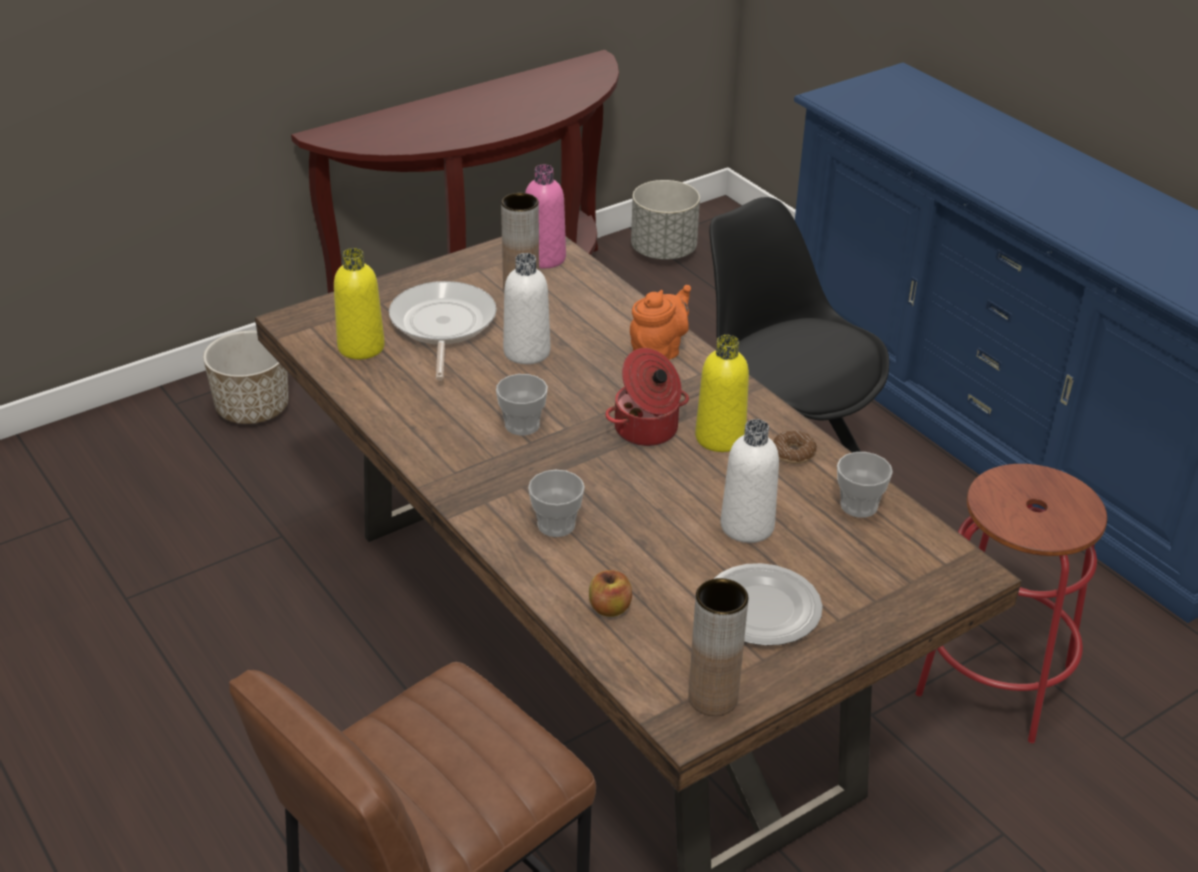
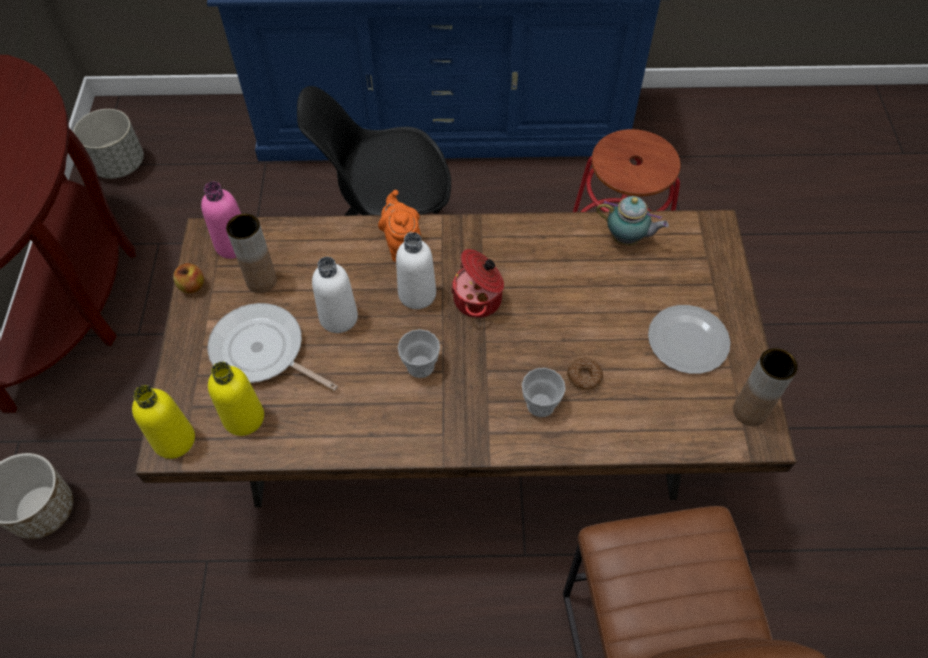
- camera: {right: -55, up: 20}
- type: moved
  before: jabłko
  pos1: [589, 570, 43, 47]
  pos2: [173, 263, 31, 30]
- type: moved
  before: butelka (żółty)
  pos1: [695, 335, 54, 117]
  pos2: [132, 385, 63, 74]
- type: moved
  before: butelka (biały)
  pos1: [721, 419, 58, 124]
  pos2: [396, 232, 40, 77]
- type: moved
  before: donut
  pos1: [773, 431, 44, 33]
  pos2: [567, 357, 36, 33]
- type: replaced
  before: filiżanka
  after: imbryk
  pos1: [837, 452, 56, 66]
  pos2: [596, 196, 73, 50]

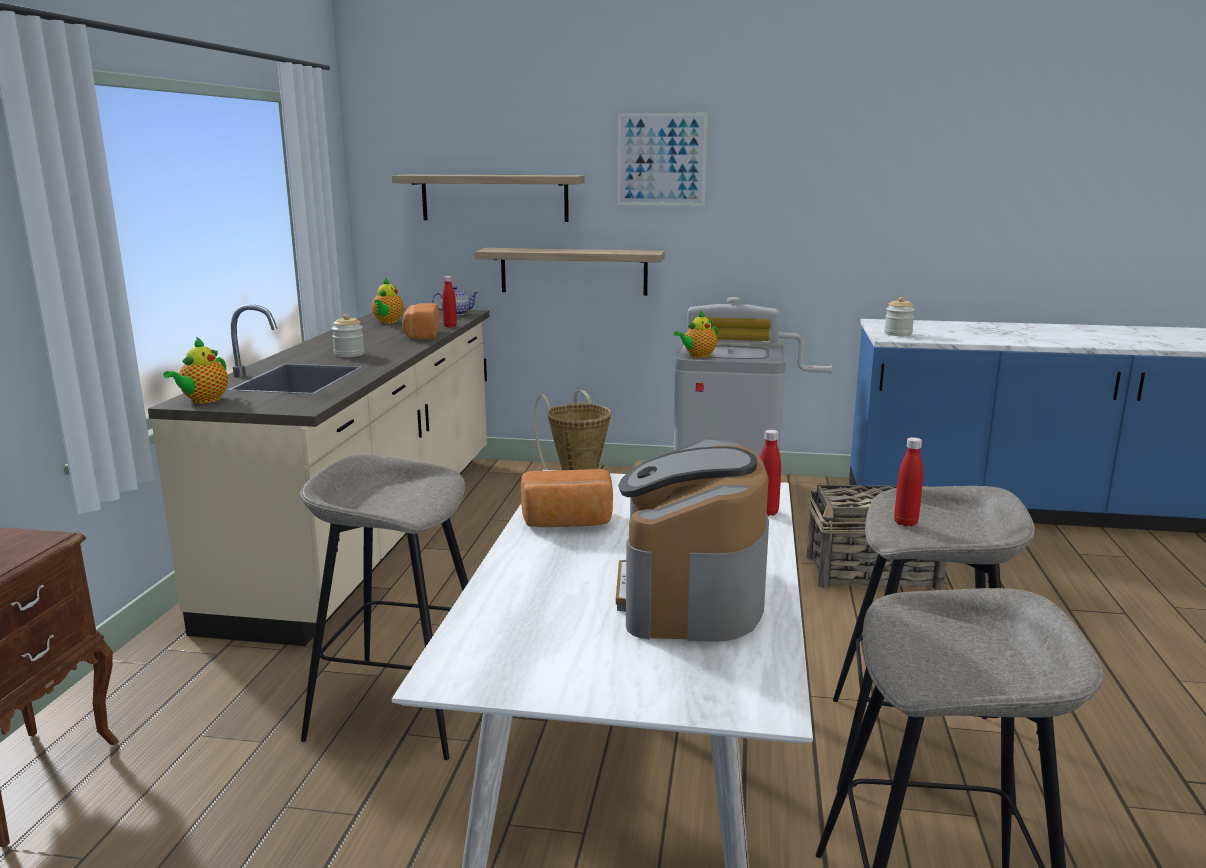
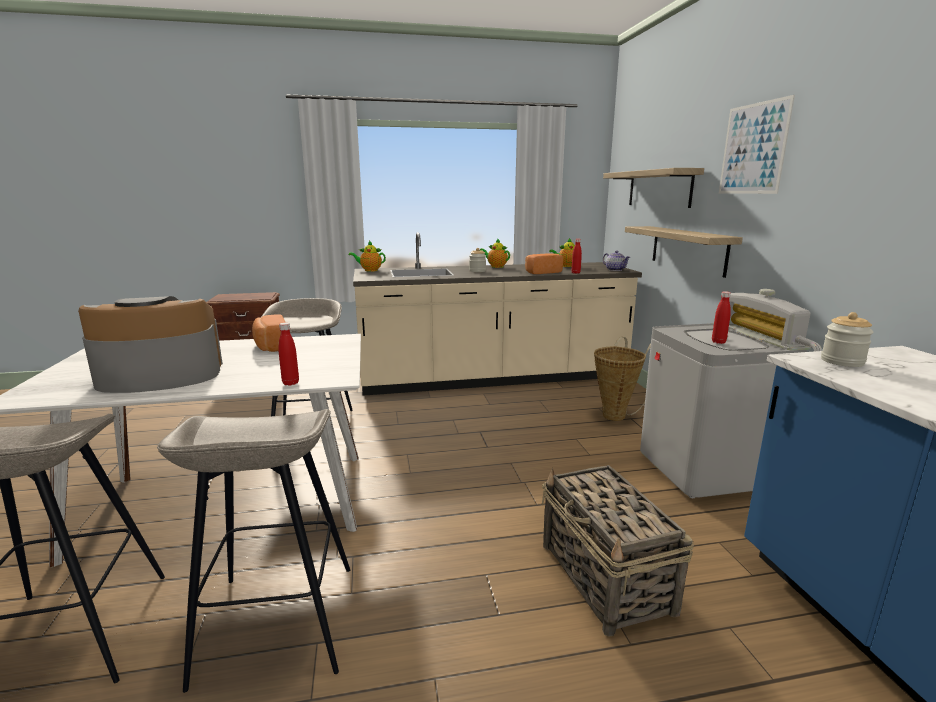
- camera: {right: 70, up: 0}
- type: moved
  before: imbryk
  pos1: [674, 311, 45, 47]
  pos2: [480, 238, 30, 30]
- type: moved
  before: butelka (czerwony)
  pos1: [894, 437, 29, 90]
  pos2: [712, 291, 19, 53]

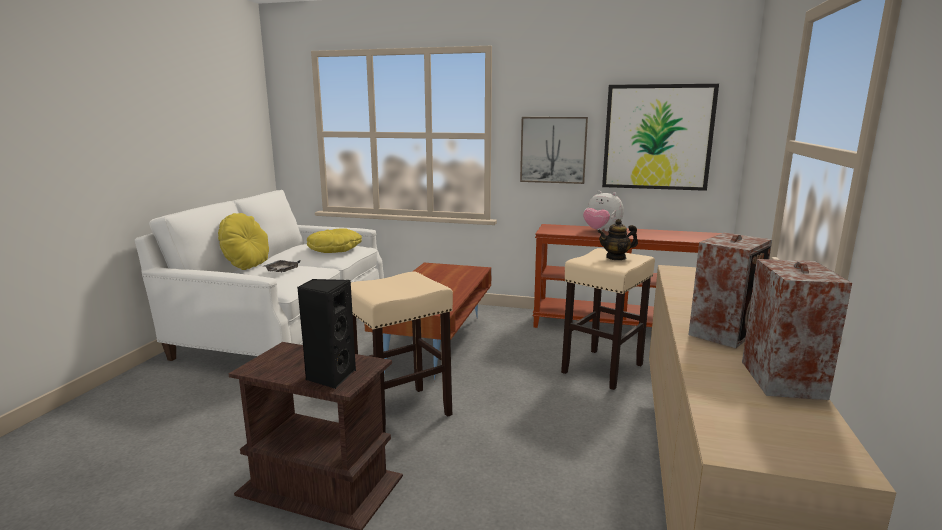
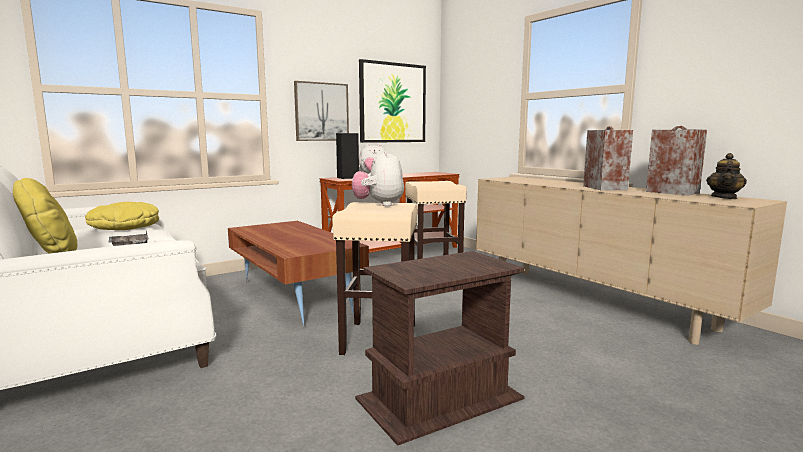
- camera: {right: -50, up: -5}
- type: moved
  before: głośnik (czarny)
  pos1: [297, 279, 59, 110]
  pos2: [336, 133, 23, 46]
- type: moved
  before: imbryk
  pos1: [598, 219, 40, 41]
  pos2: [706, 153, 41, 46]
- type: added
  after: pluszak
  pos2: [352, 151, 52, 55]

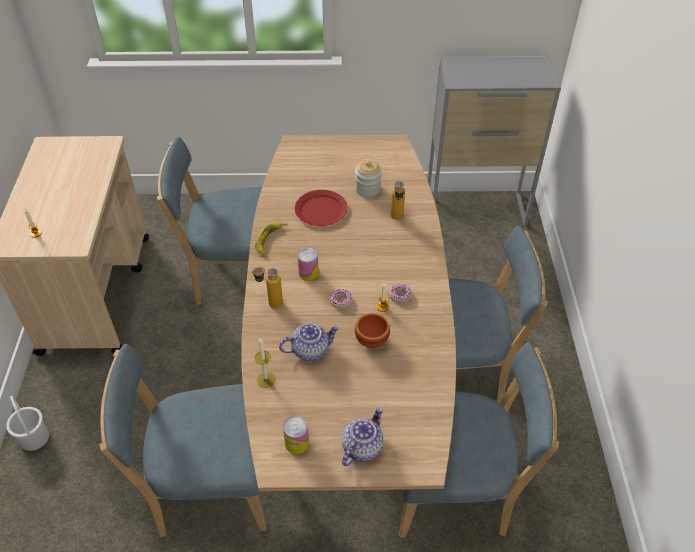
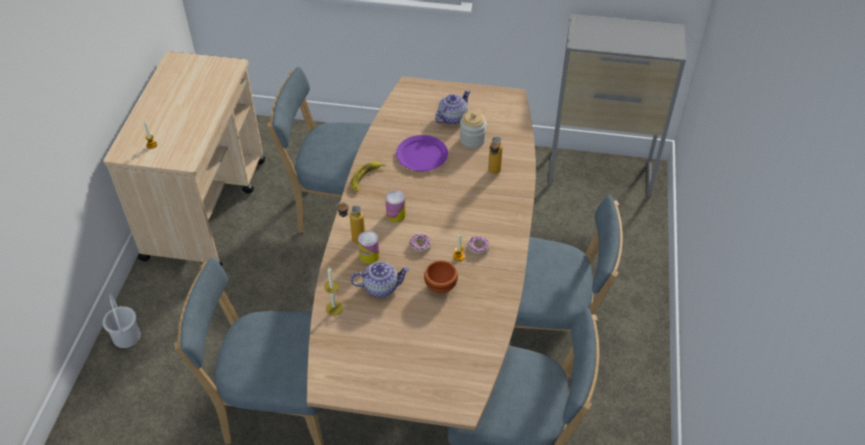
- camera: {right: 10, up: 0}
- type: moved
  before: puszka
  pos1: [283, 416, 26, 38]
  pos2: [358, 231, 22, 33]
- type: recoloured
  before: talerz (czerwony)
  after: talerz (fioletowy)
  pos1: [295, 190, 53, 36]
  pos2: [396, 135, 52, 36]
- type: moved
  before: imbryk
  pos1: [342, 407, 42, 59]
  pos2: [435, 90, 35, 35]

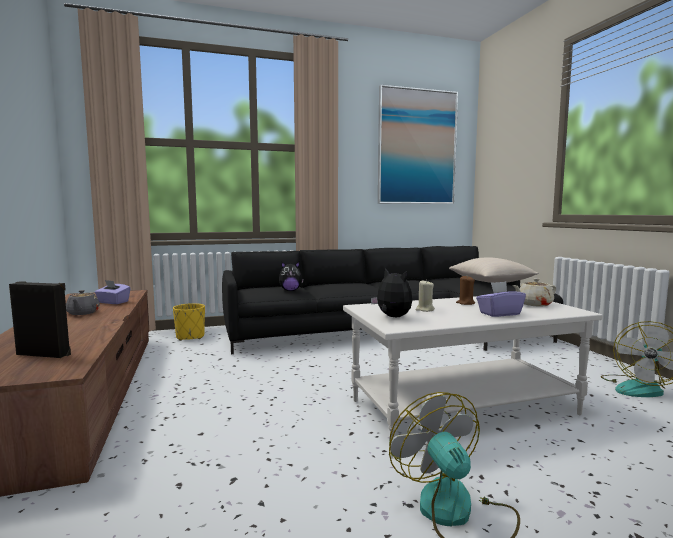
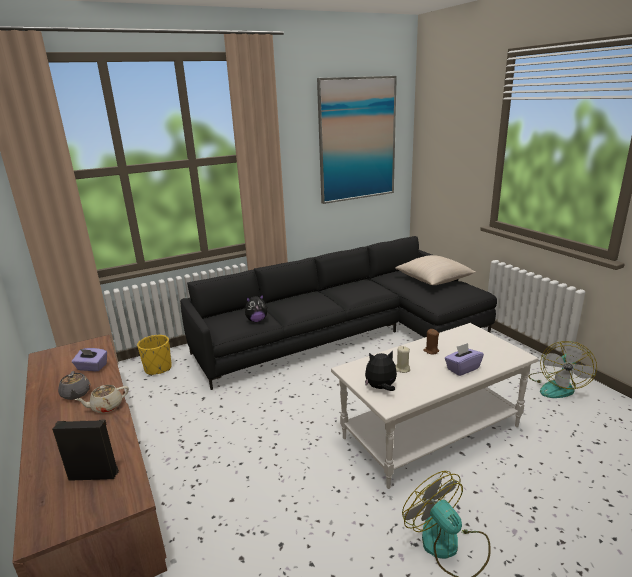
- camera: {right: -10, up: 15}
- type: turned
  before: pluszak
  pos1: [371, 268, 41, 49]
  pos2: [365, 351, 32, 40]
  turn: -45
- type: moved
  before: imbryk (beżowy)
  pos1: [513, 278, 43, 29]
  pos2: [75, 385, 54, 28]

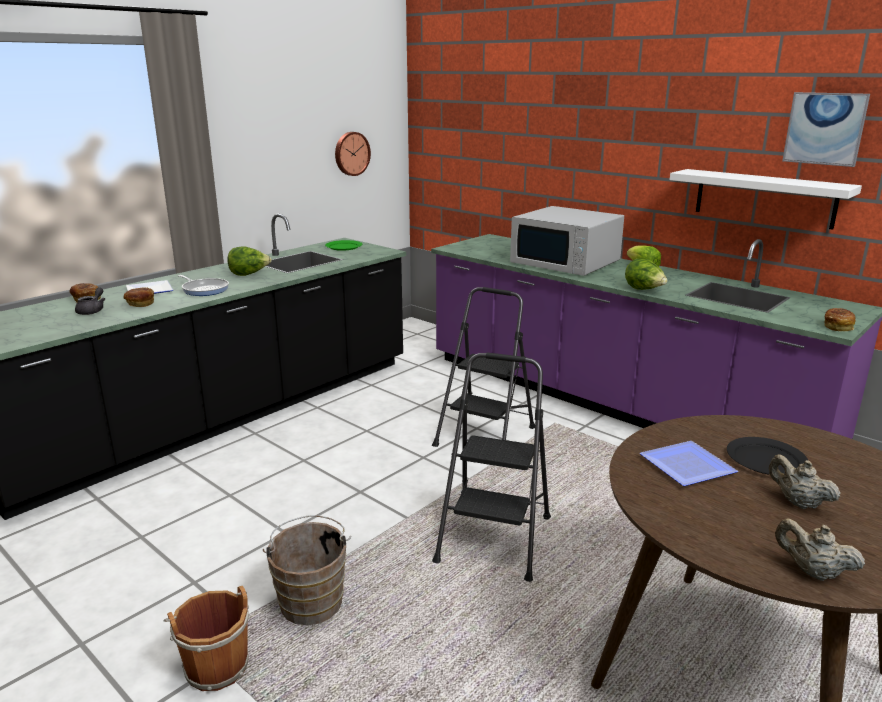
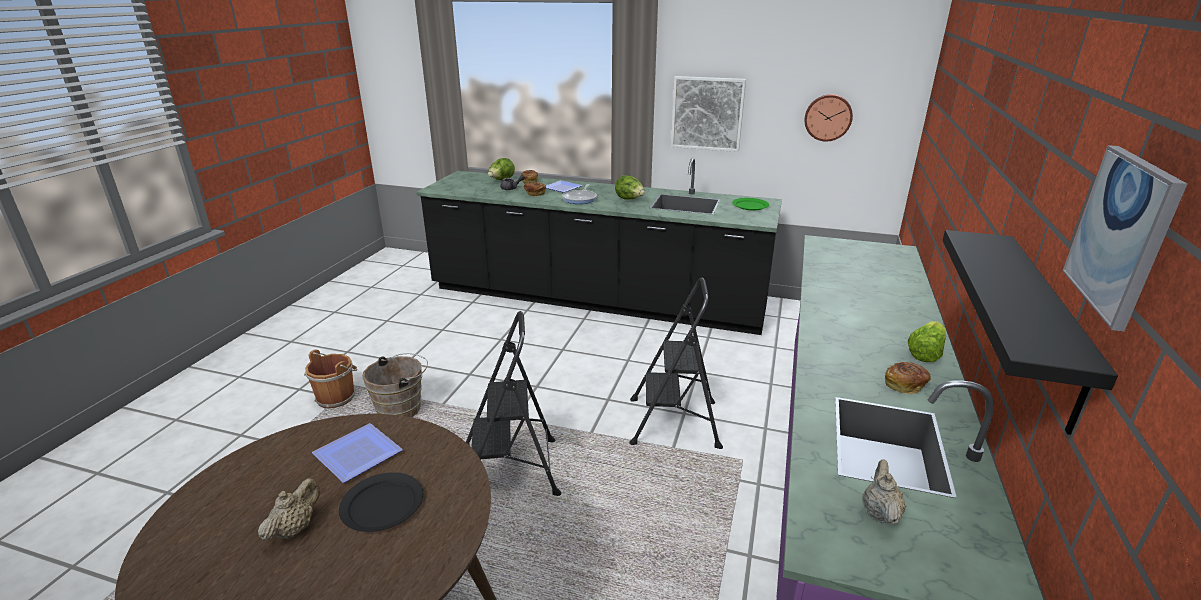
- camera: {right: 65, up: 5}
- type: removed
  before: mikrofalówka (biały)
  pos1: [510, 206, 114, 70]
- type: moved
  before: sałata
  pos1: [625, 259, 43, 31]
  pos2: [488, 158, 27, 22]
- type: recoloured
  before: półka (biały)
  after: półka (czarny)
  pos1: [670, 169, 192, 61]
  pos2: [942, 230, 176, 205]
- type: moved
  before: imbryk (beżowy)
  pos1: [775, 518, 90, 63]
  pos2: [863, 460, 43, 65]
- type: moved
  before: chleb
  pos1: [824, 308, 32, 23]
  pos2: [885, 362, 46, 32]
- type: added
  after: obraz
  pos2: [671, 76, 75, 76]

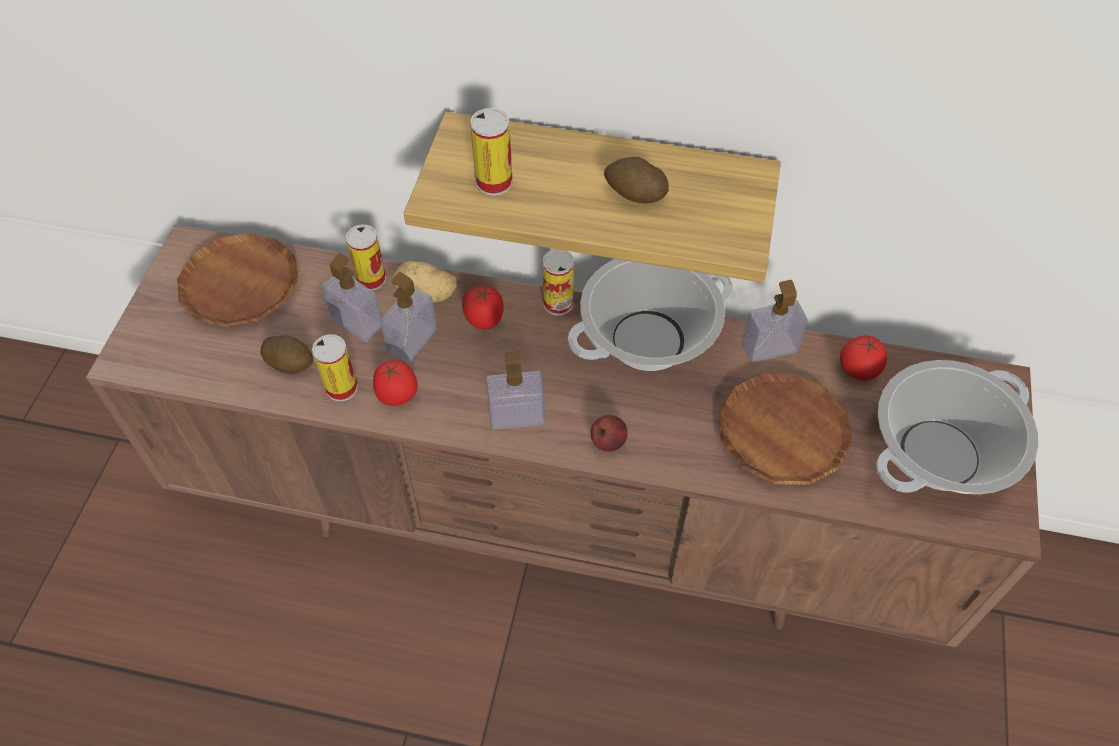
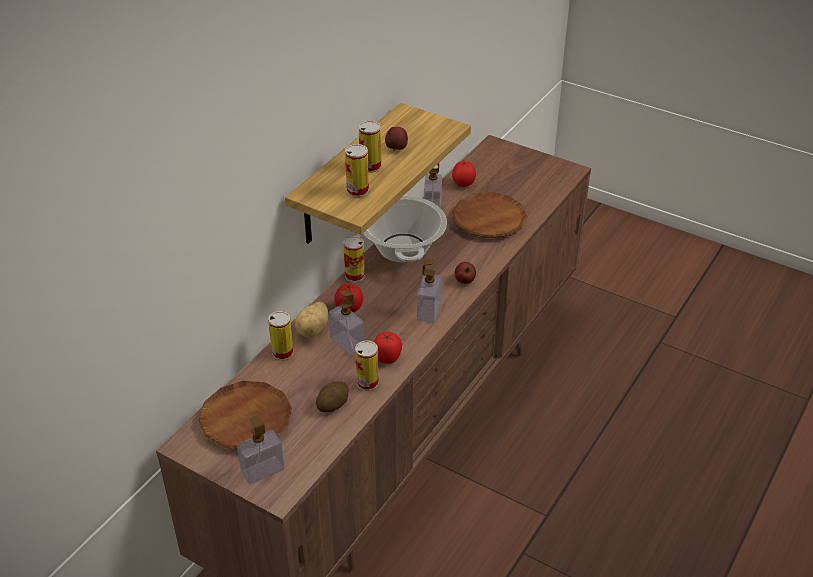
- camera: {right: -70, up: -15}
- type: moved
  before: dozownik mydła
  pos1: [322, 253, 60, 89]
  pos2: [237, 414, 47, 70]
- type: replaced
  before: ziemniak
  after: jabłko
  pos1: [604, 157, 65, 47]
  pos2: [385, 127, 23, 24]
- type: removed
  before: garnek
  pos1: [876, 360, 163, 134]
- type: added
  after: puszka
  pos2: [359, 121, 22, 52]

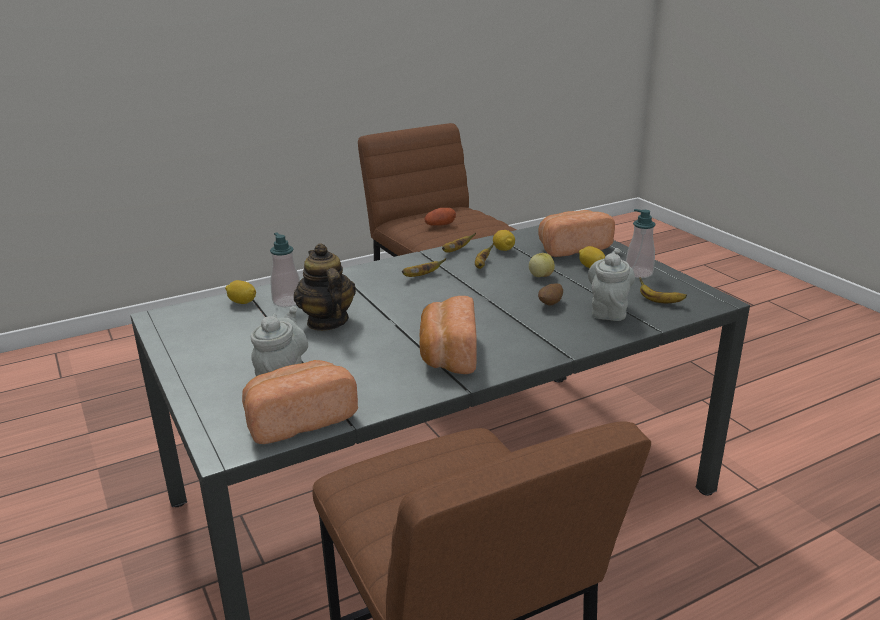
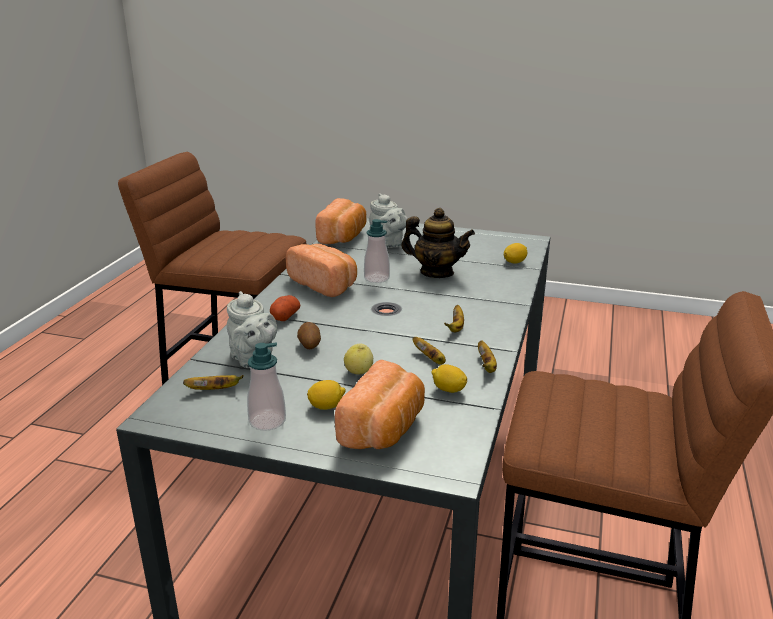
- camera: {right: 135, up: 0}
- type: moved
  before: dozownik mydła
  pos1: [270, 233, 30, 74]
  pos2: [364, 219, 26, 64]
- type: moved
  before: ziemniak
  pos1: [425, 208, 31, 18]
  pos2: [270, 295, 30, 26]

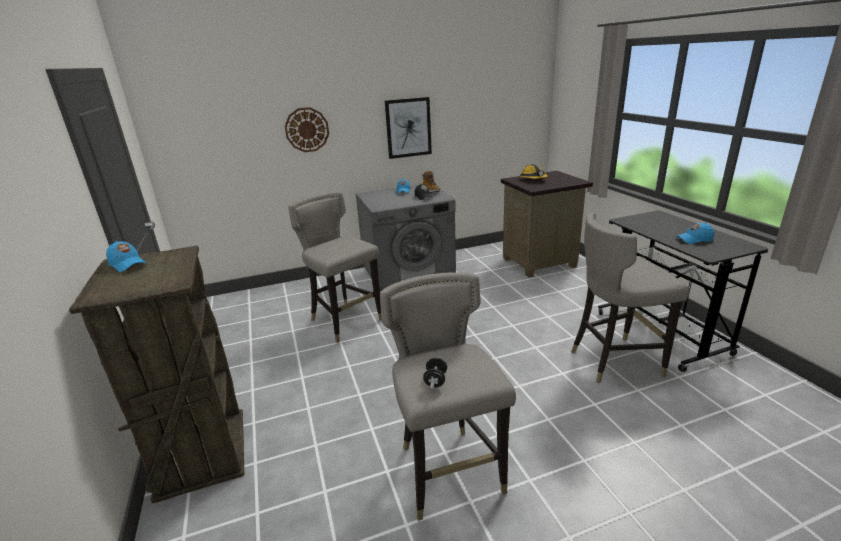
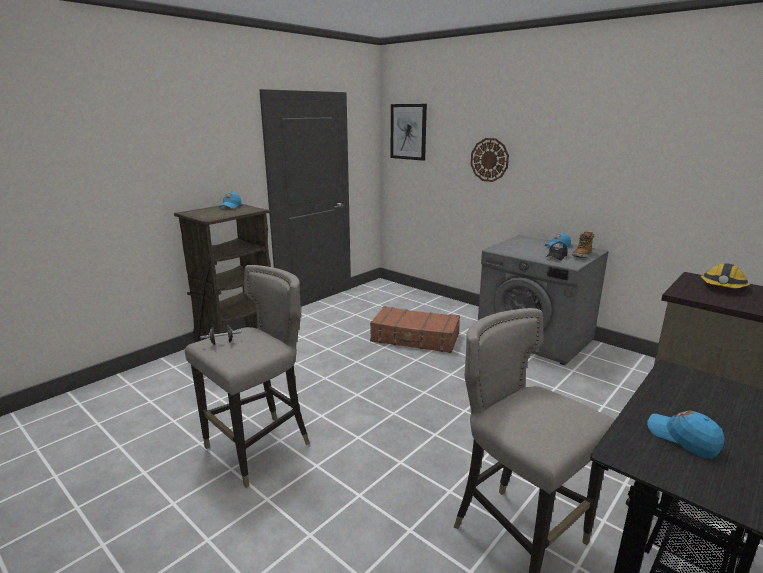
- camera: {right: 60, up: -5}
- type: replaced
  before: stołek (szary)
  after: walizka (brązowy)
  pos1: [288, 192, 93, 151]
  pos2: [370, 306, 90, 47]
- type: moved
  before: obraz
  pos1: [385, 97, 47, 62]
  pos2: [391, 104, 36, 57]

